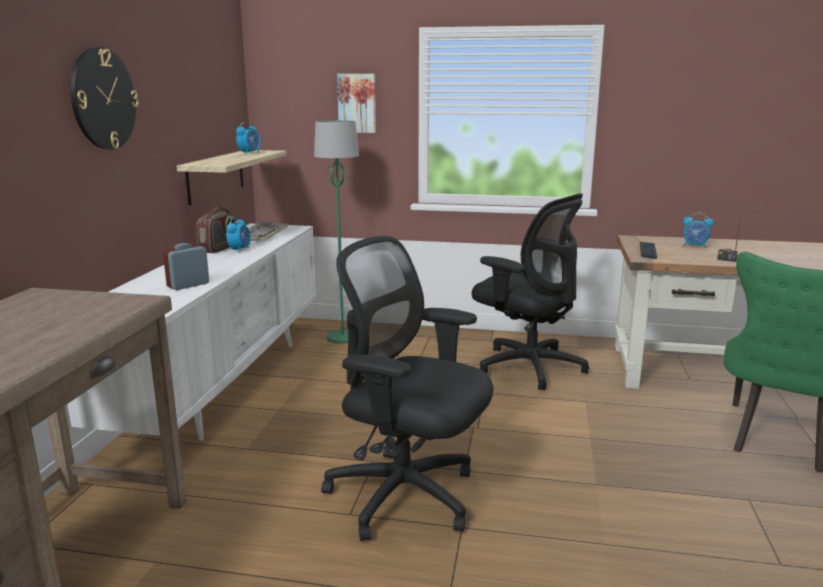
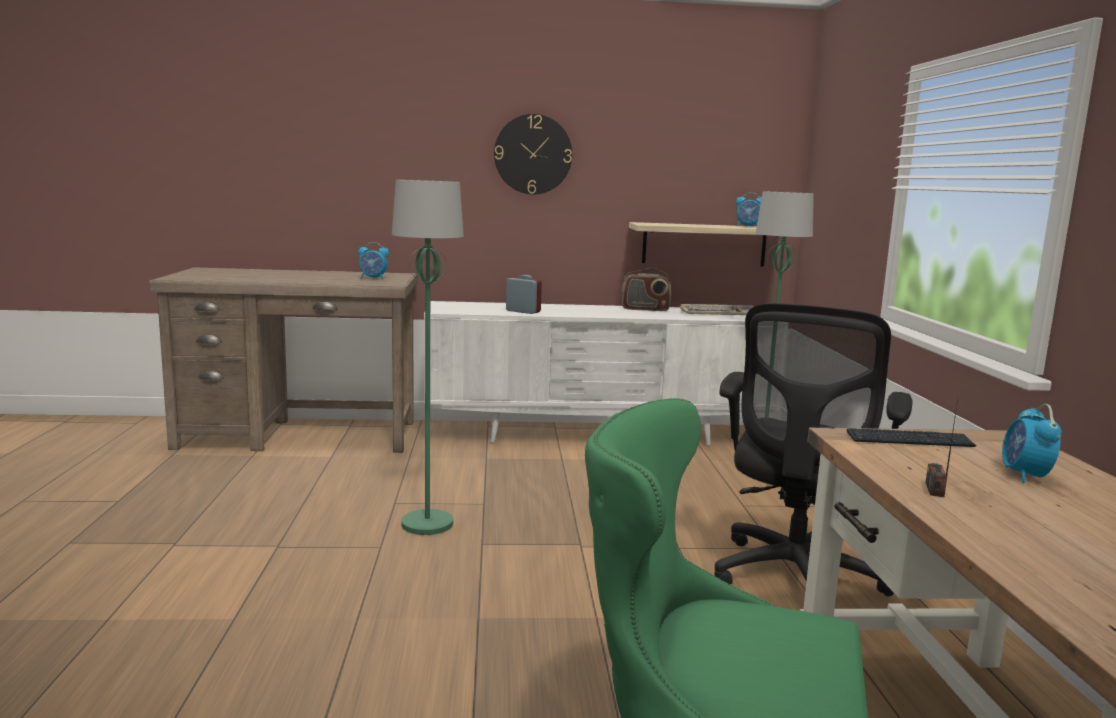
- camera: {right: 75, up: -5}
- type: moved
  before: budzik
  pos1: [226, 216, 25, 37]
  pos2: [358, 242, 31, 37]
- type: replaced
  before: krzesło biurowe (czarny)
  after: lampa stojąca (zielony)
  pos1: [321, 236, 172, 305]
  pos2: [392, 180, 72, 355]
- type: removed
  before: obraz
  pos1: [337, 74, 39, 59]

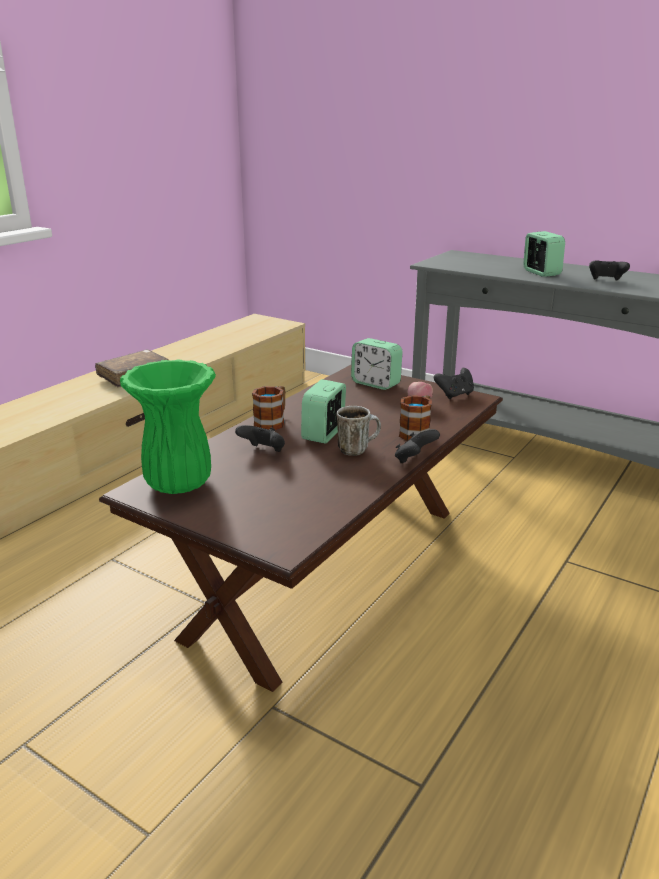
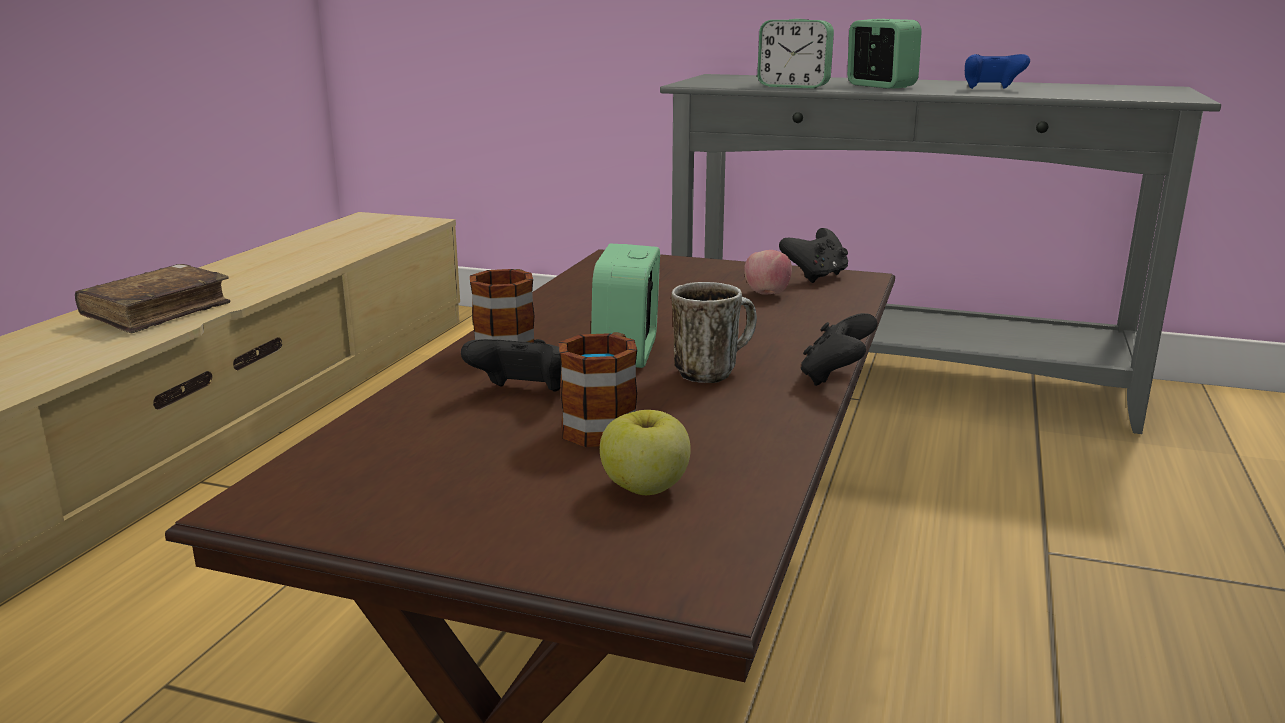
- camera: {right: -15, up: -5}
- type: removed
  before: wazon (zielony)
  pos1: [120, 360, 96, 134]
- type: moved
  before: budzik
  pos1: [351, 338, 52, 52]
  pos2: [757, 19, 77, 69]
- type: moved
  before: kubek
  pos1: [399, 395, 33, 46]
  pos2: [559, 332, 78, 115]
- type: recoloured
  before: pad do gier (czarny)
  after: pad do gier (niebieski)
  pos1: [589, 261, 41, 20]
  pos2: [965, 54, 65, 35]
- type: added
  after: jabłko
  pos2: [600, 410, 91, 85]

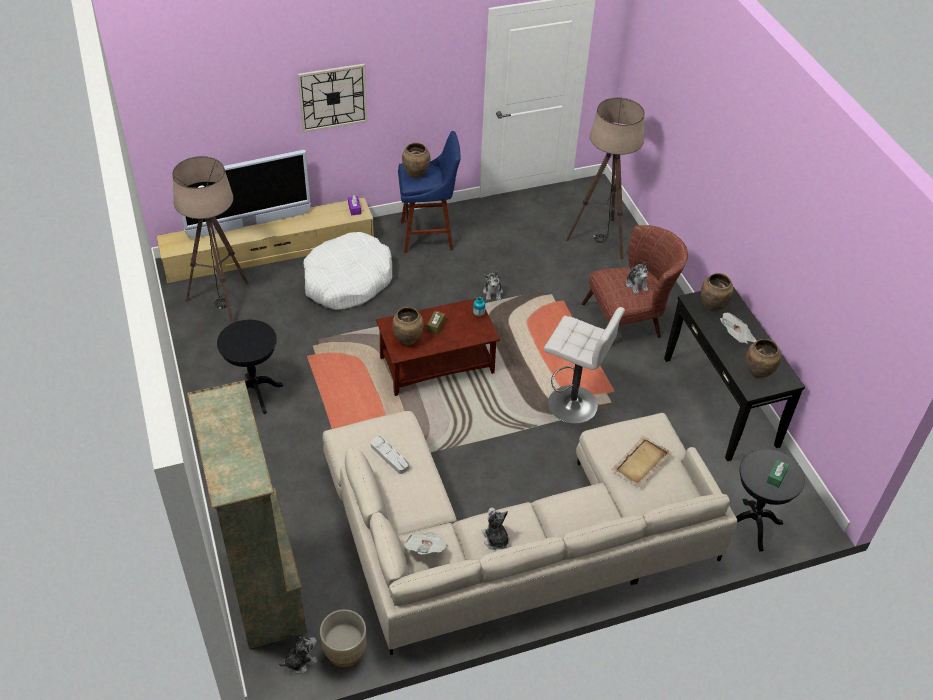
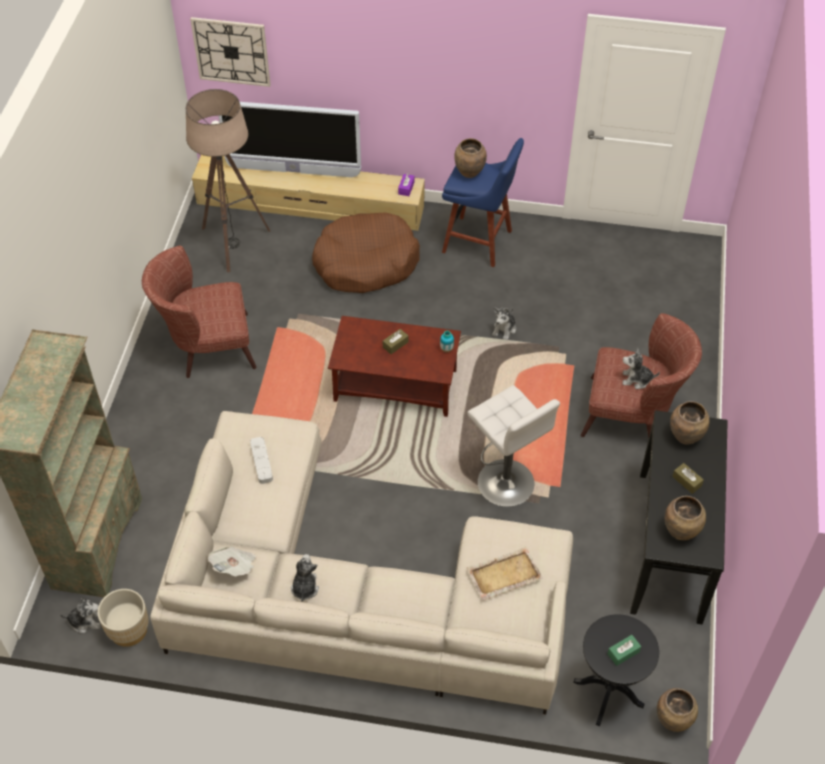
- camera: {right: 30, up: 5}
- type: replaced
  before: stolik (czarny)
  after: fotel (brązowy)
  pos1: [217, 320, 66, 94]
  pos2: [142, 246, 115, 132]
- type: moved
  before: zegar ścienny
  pos1: [297, 64, 70, 69]
  pos2: [190, 17, 81, 70]
- type: recoloured
  before: legowisko (biały)
  after: legowisko (brązowy)
  pos1: [304, 232, 88, 78]
  pos2: [312, 212, 108, 81]
- type: moved
  before: wazon (brązowy)
  pos1: [392, 307, 32, 38]
  pos2: [657, 688, 41, 44]
- type: removed
  before: lampa stojąca
  pos1: [566, 98, 79, 162]
- type: turned
  before: pluszak
  pos1: [626, 262, 22, 32]
  pos2: [622, 348, 38, 41]
  turn: 90
- type: replaced
  before: gazeta
  after: pudełko chusteczek (brązowy)
  pos1: [720, 313, 36, 31]
  pos2: [672, 463, 32, 31]

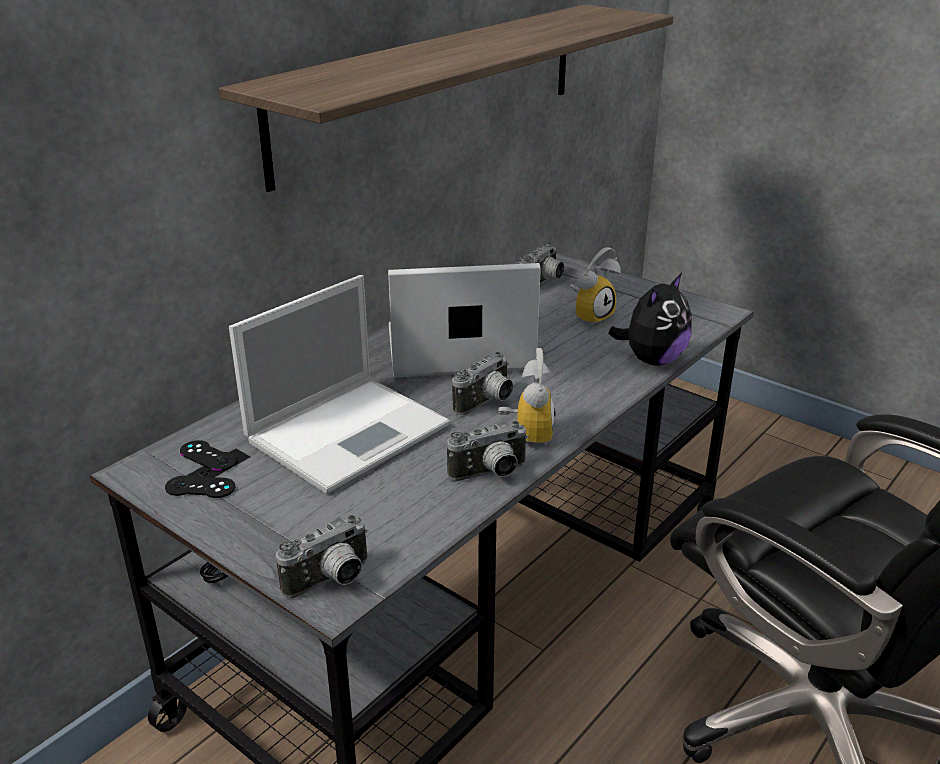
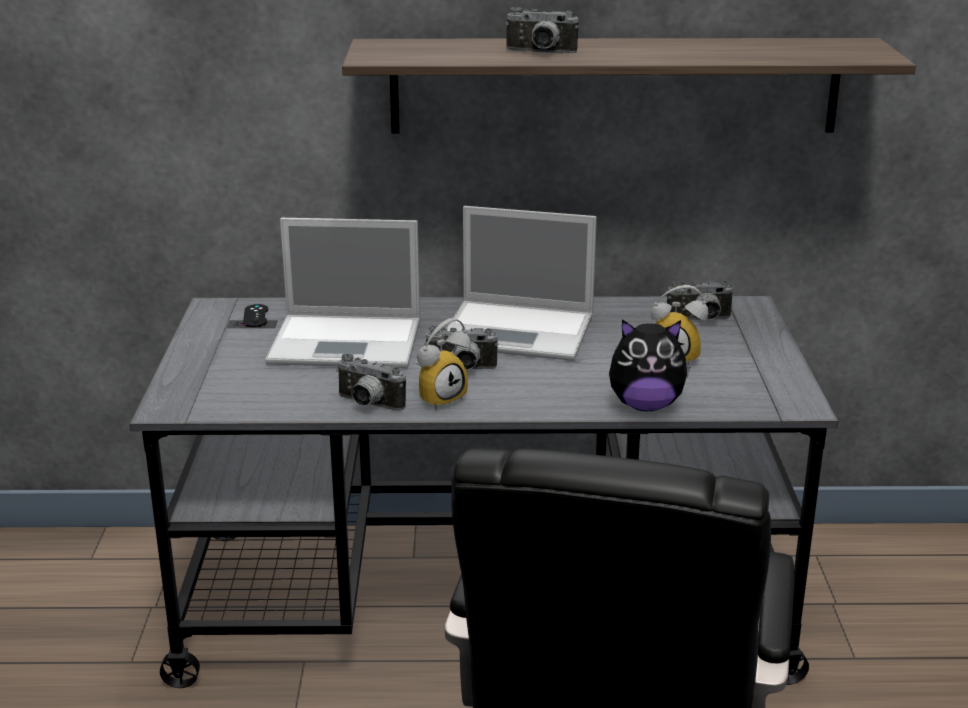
- camera: {right: 50, up: -5}
- type: removed
  before: pad do gier (czarny)
  pos1: [165, 476, 70, 22]
- type: moved
  before: aparat fotograficzny
  pos1: [276, 515, 92, 84]
  pos2: [505, 7, 74, 46]
- type: turned
  before: laptop
  pos1: [388, 263, 153, 115]
  pos2: [447, 206, 150, 155]
  turn: 150

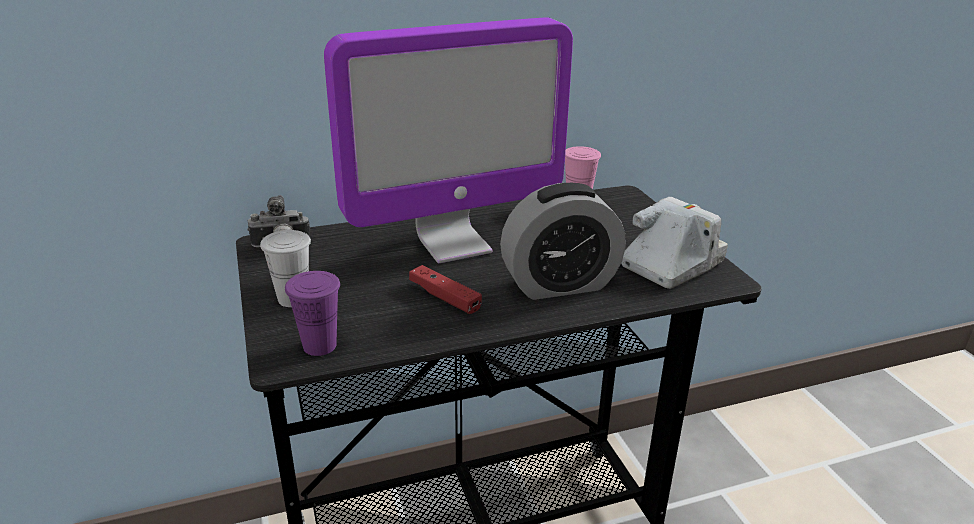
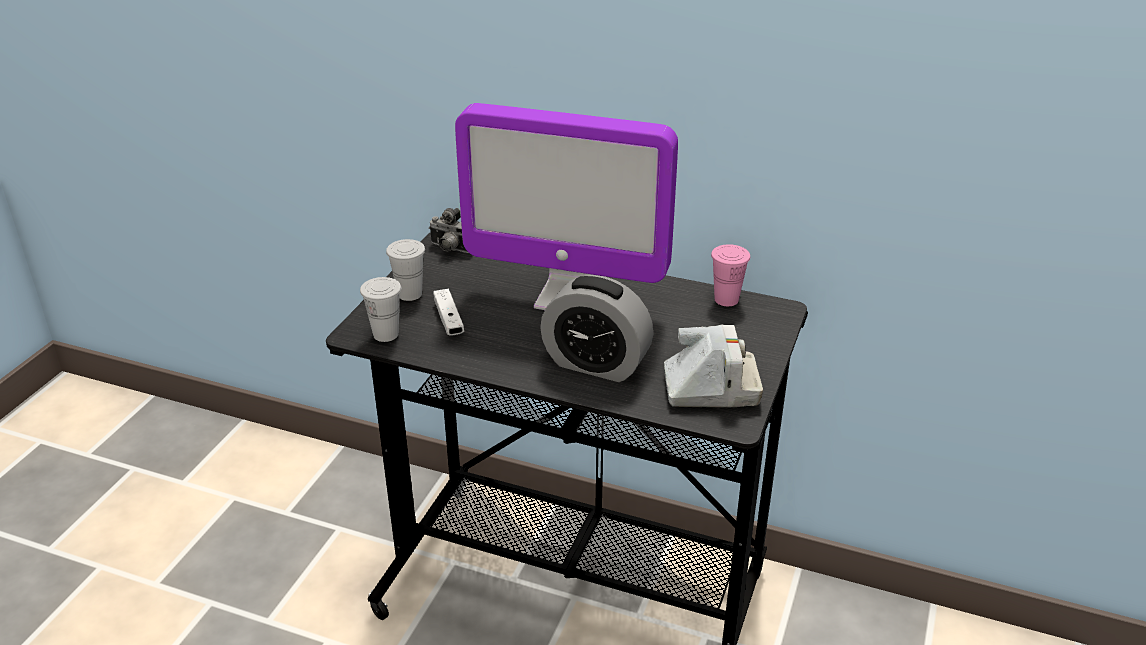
- camera: {right: 40, up: 5}
- type: recoloured
  before: filiżanka (fioletowy)
  after: filiżanka (biały)
  pos1: [285, 271, 55, 85]
  pos2: [360, 277, 41, 65]
- type: removed
  before: pad do gier (czerwony)
  pos1: [409, 265, 73, 49]
- type: added
  after: pad do gier (biały)
  pos2: [433, 289, 31, 46]

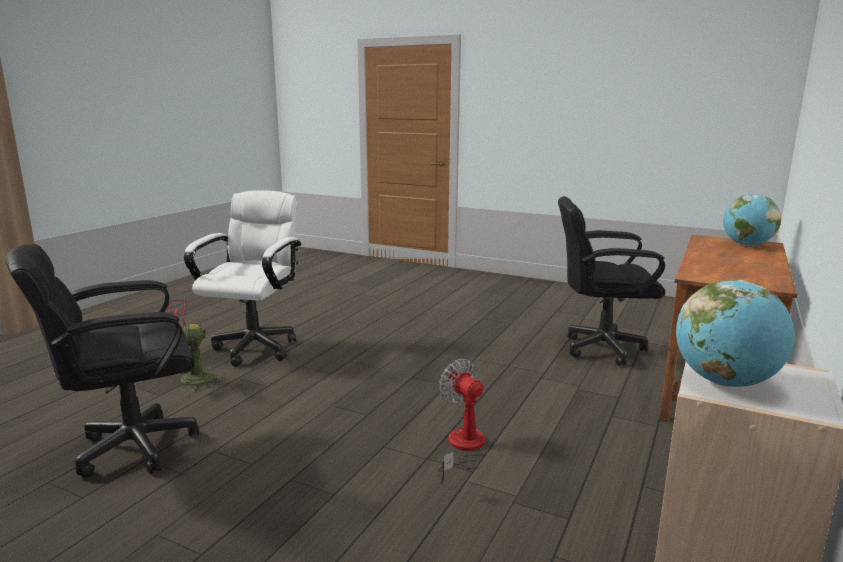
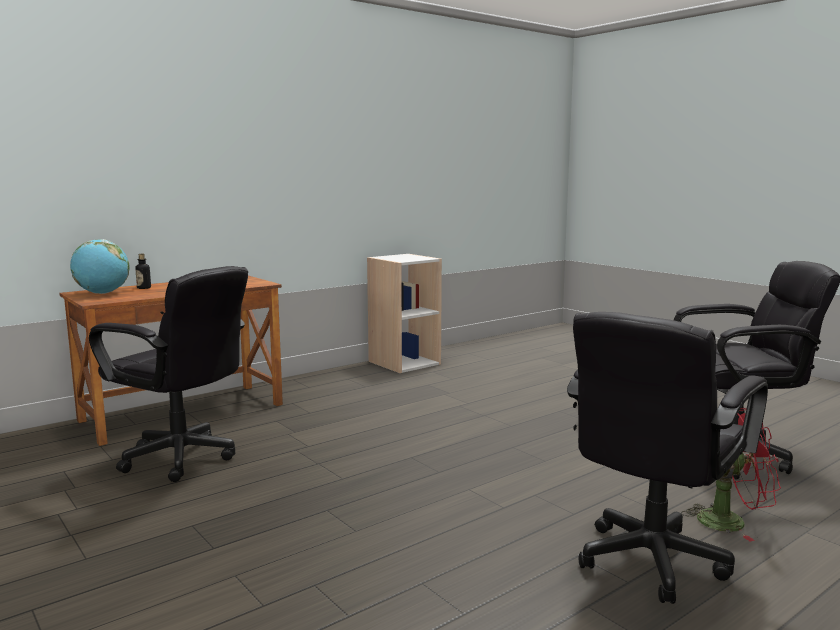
- camera: {right: -155, up: -5}
- type: recoloured
  before: krzesło biurowe (biały)
  after: krzesło biurowe (czarny)
  pos1: [184, 190, 117, 177]
  pos2: [567, 312, 201, 292]
- type: removed
  before: wentylator
  pos1: [437, 359, 48, 124]
- type: removed
  before: globus
  pos1: [676, 280, 119, 107]
- type: added
  after: butelka
  pos2: [135, 254, 16, 35]

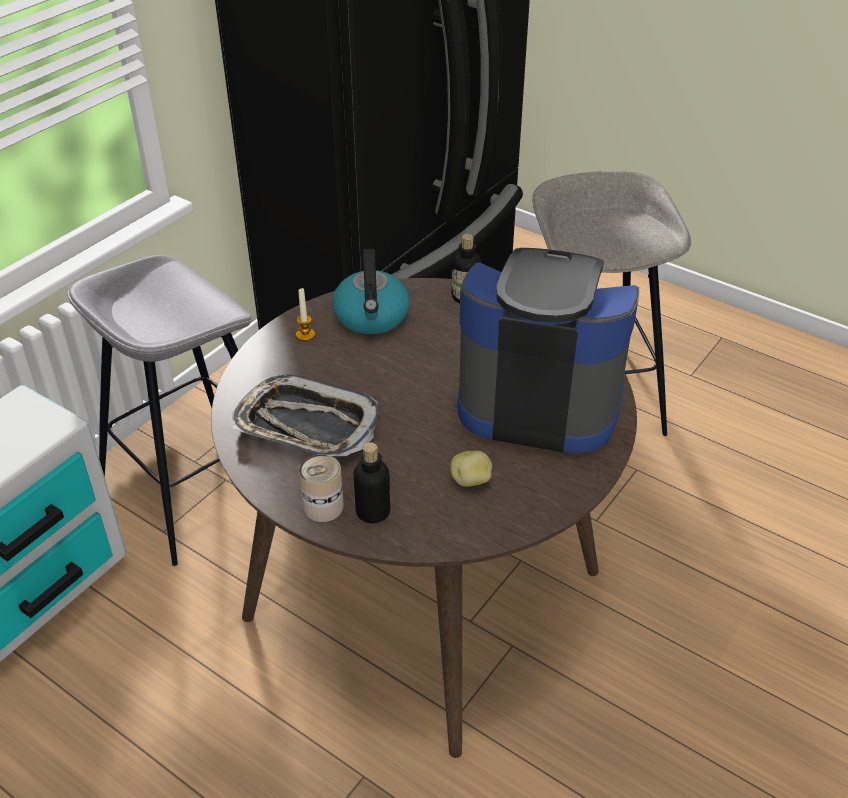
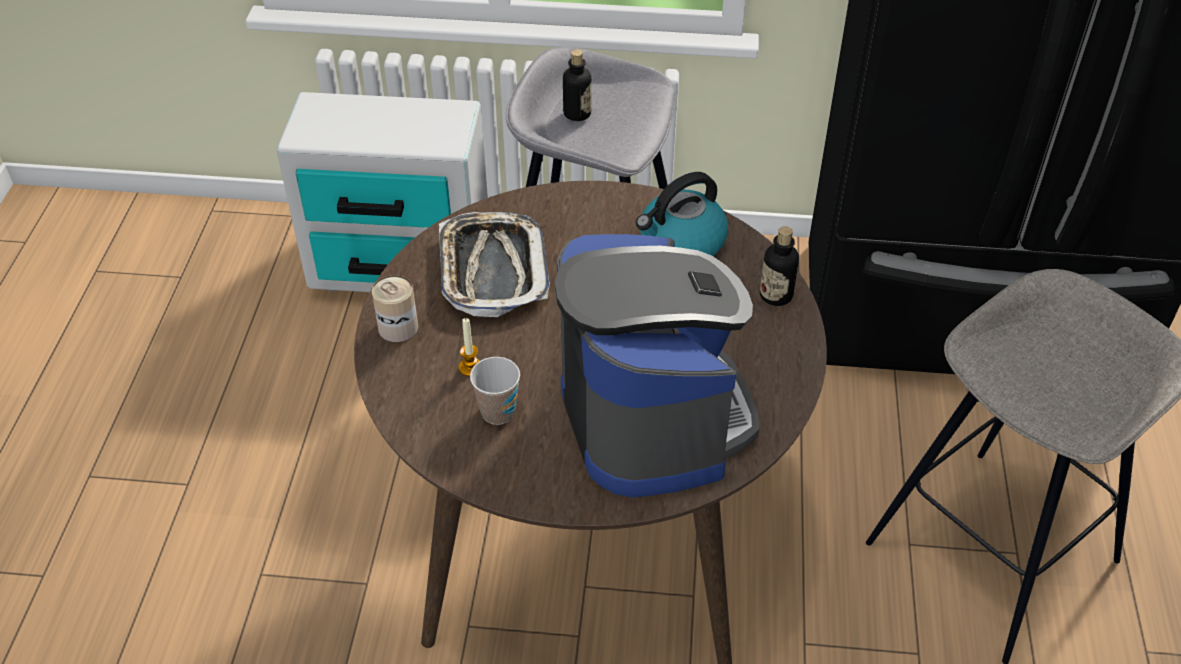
- camera: {right: 60, up: 5}
- type: moved
  before: świeca
  pos1: [296, 288, 19, 53]
  pos2: [459, 318, 21, 58]
- type: moved
  before: butelka
  pos1: [353, 442, 38, 82]
  pos2: [563, 49, 28, 72]
- type: replaced
  before: ziemniak
  after: filiżanka
  pos1: [450, 451, 42, 36]
  pos2: [470, 357, 50, 68]

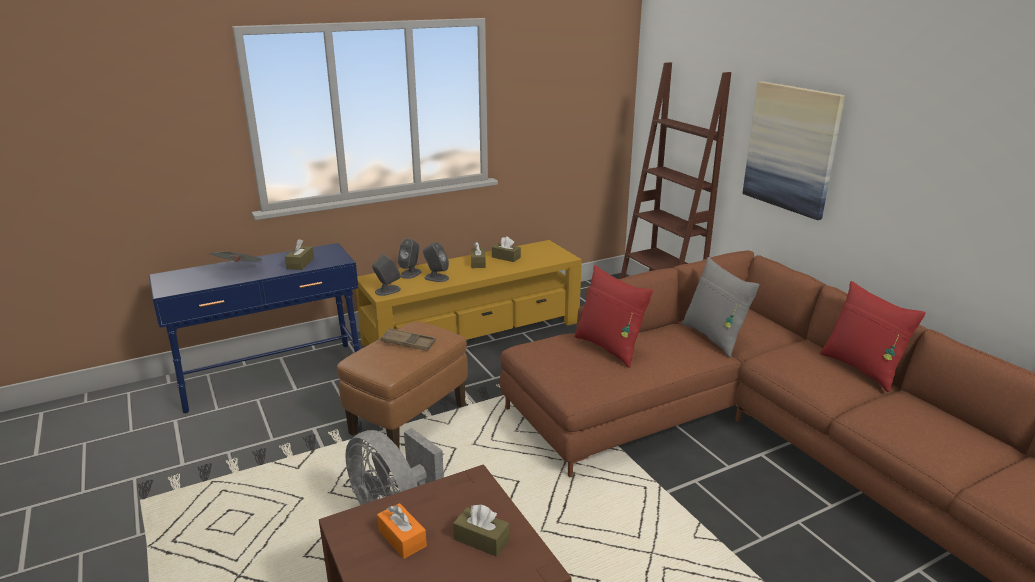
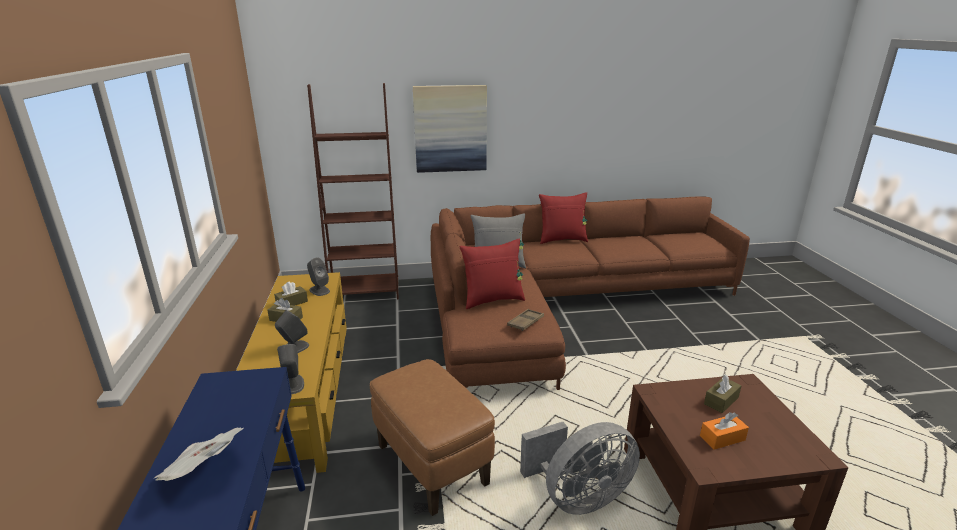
- camera: {right: -70, up: 0}
- type: removed
  before: pudełko chusteczek (brązowy)
  pos1: [285, 239, 29, 31]
- type: moved
  before: taca (brązowy)
  pos1: [381, 328, 55, 23]
  pos2: [507, 309, 37, 22]
- type: moved
  before: głośnik (szary)
  pos1: [398, 238, 24, 41]
  pos2: [307, 258, 23, 38]

